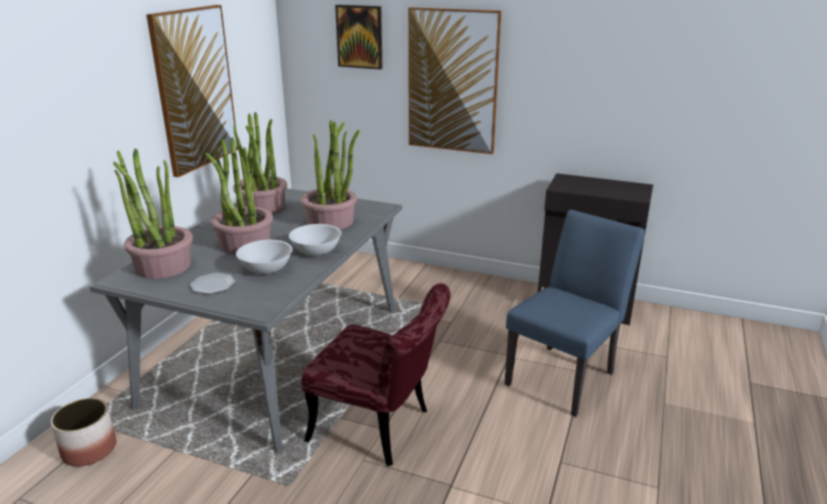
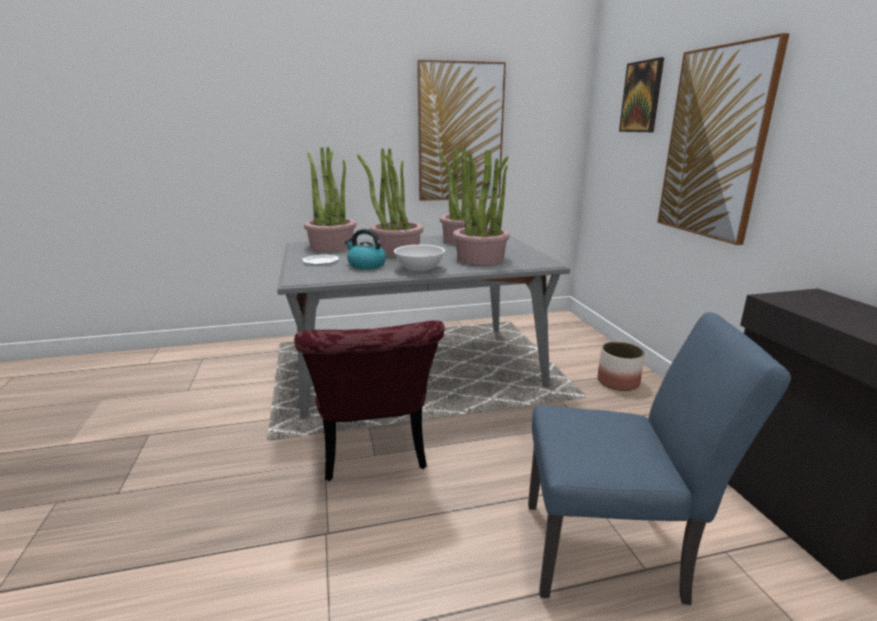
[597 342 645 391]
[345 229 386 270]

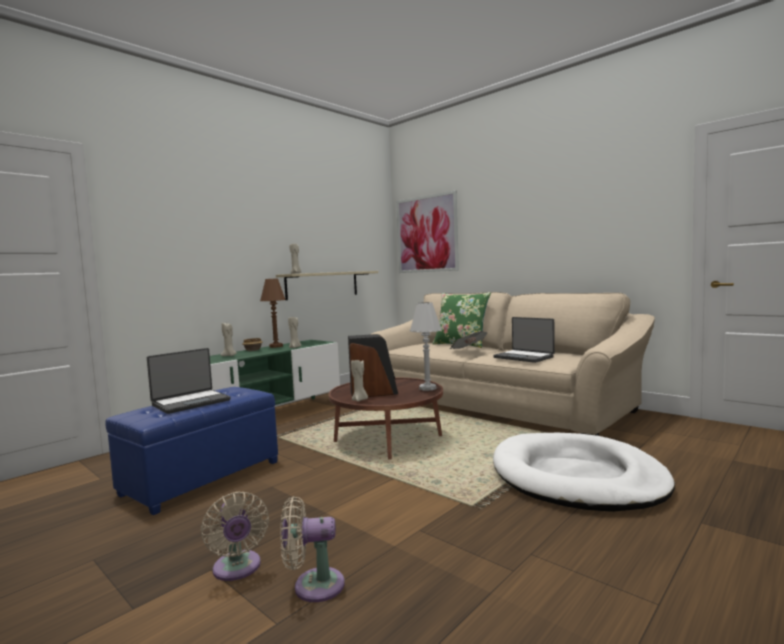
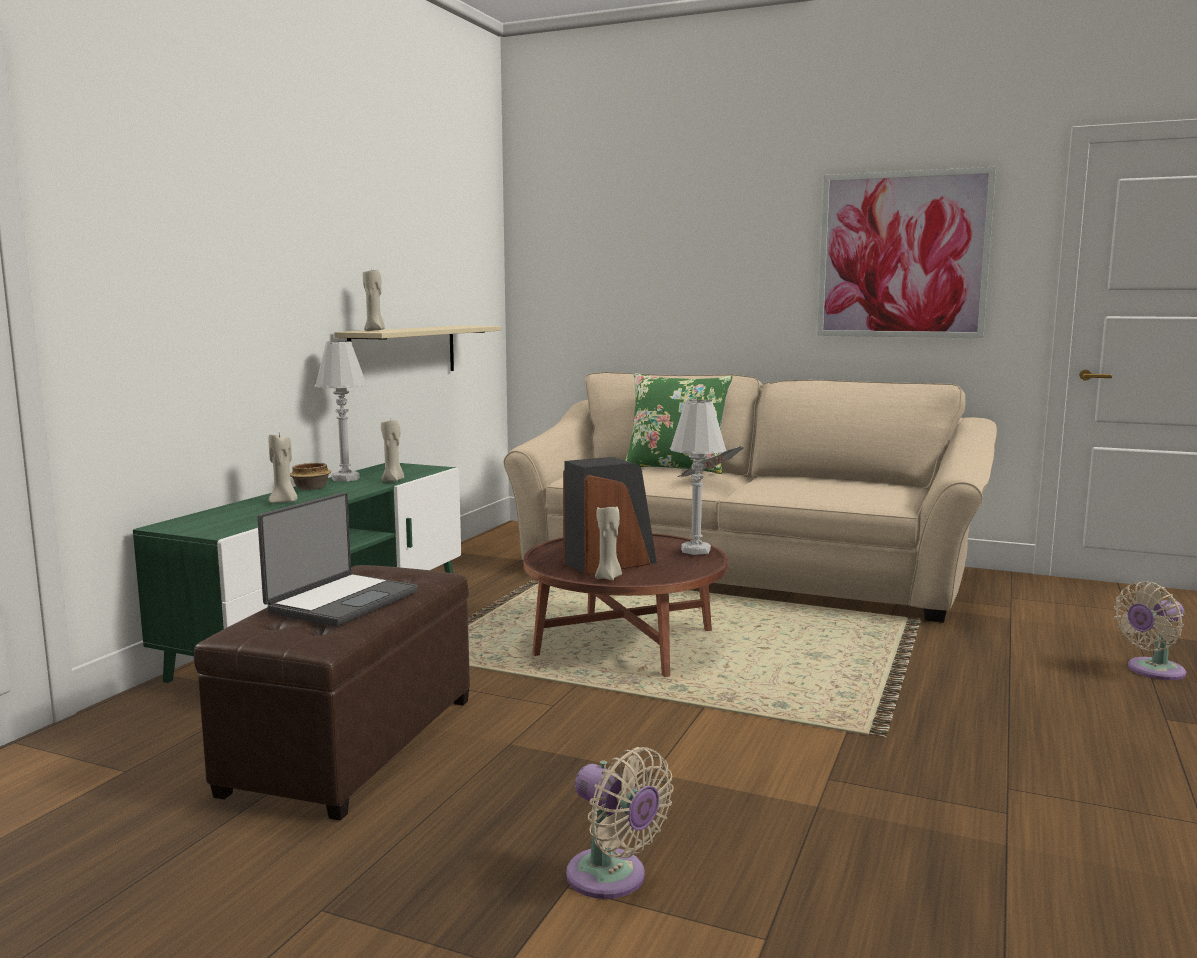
[194 565 470 821]
[315 341 367 481]
[1114 581 1186 680]
[817 167 996 338]
[493 317 555 363] (first image)
[493 433 675 512] (first image)

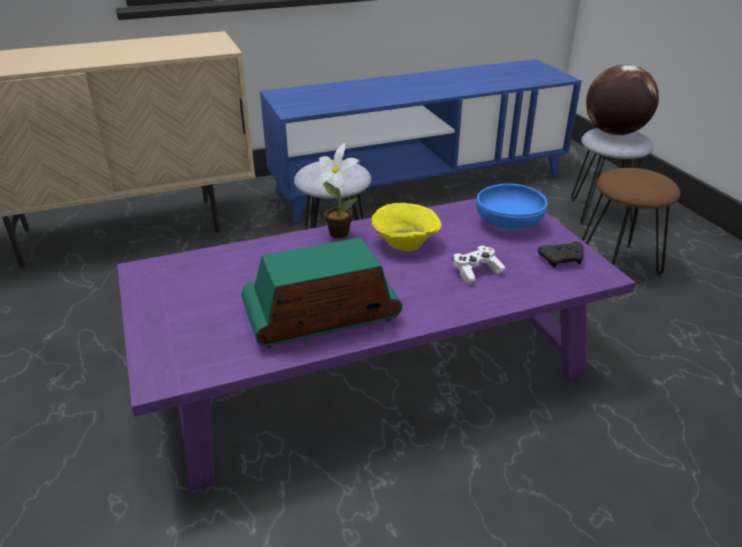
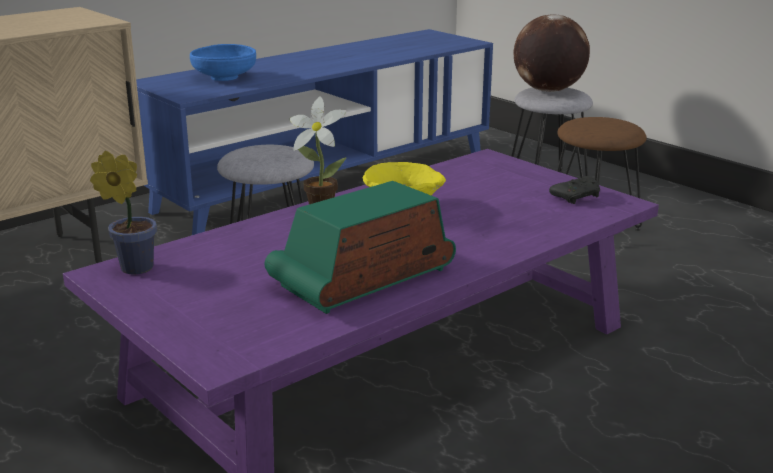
[452 246 505 284] (first image)
[190 44 256 81]
[90 151 157 274]

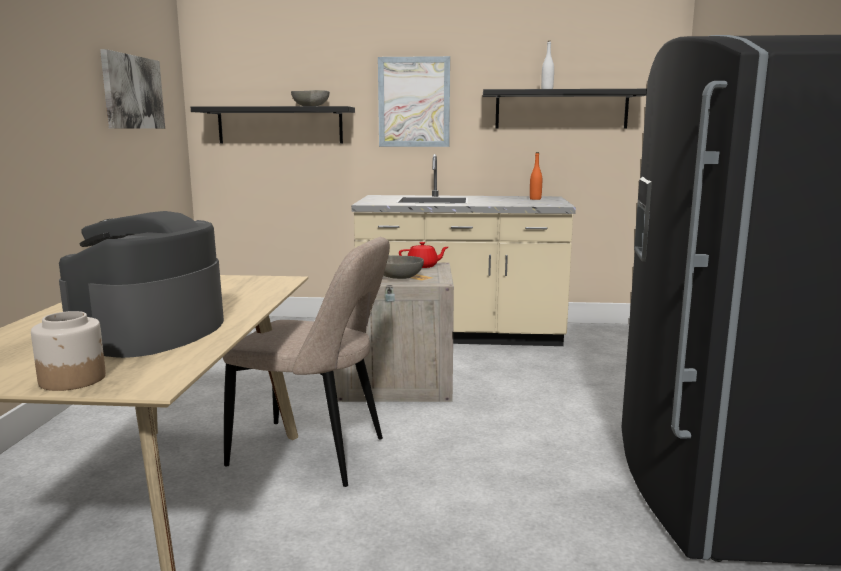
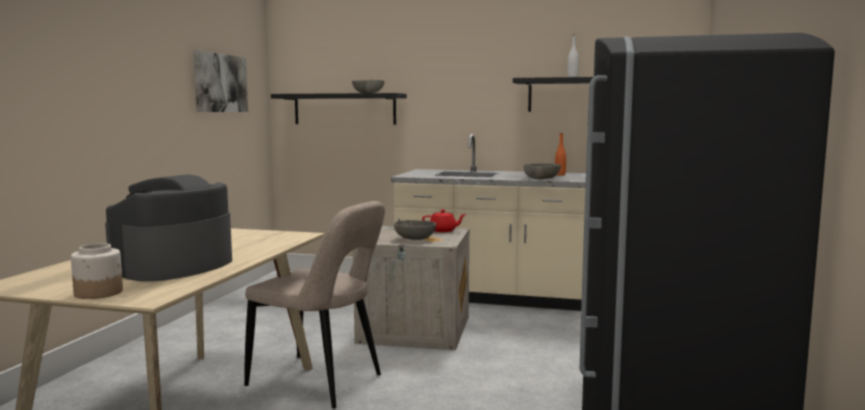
[378 56 450 147] (first image)
[523 163 561 179]

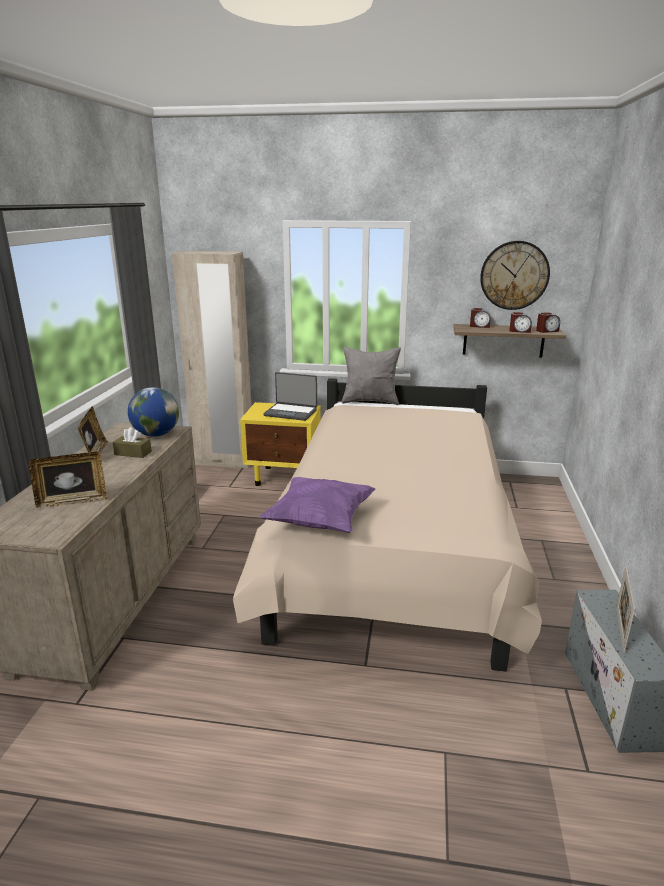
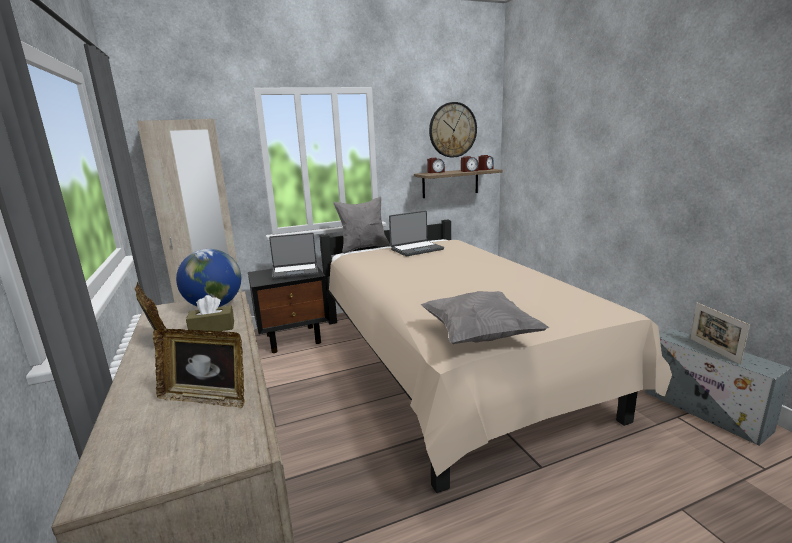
[153 329 245 408]
[248 266 330 353]
[421 291 549 344]
[389 211 444 256]

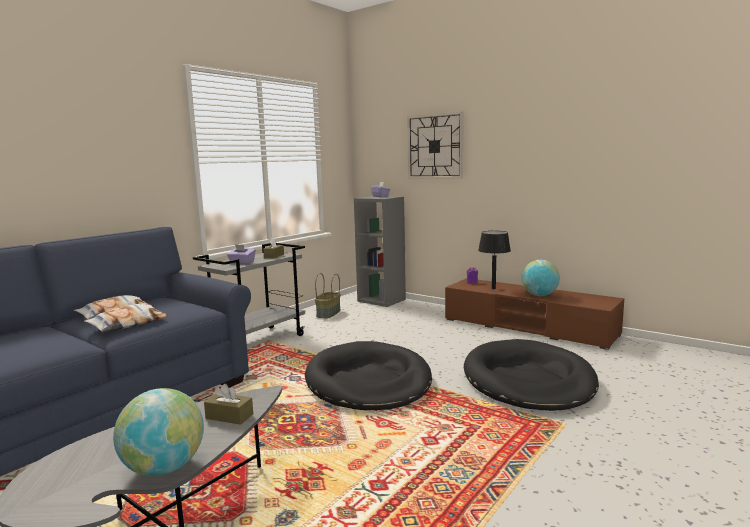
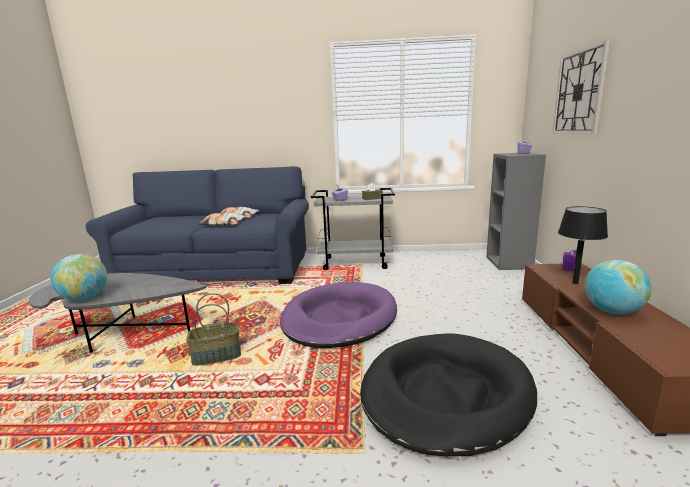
[204 384 253 425] (first image)
[280 282 397 348]
[186 293 241 366]

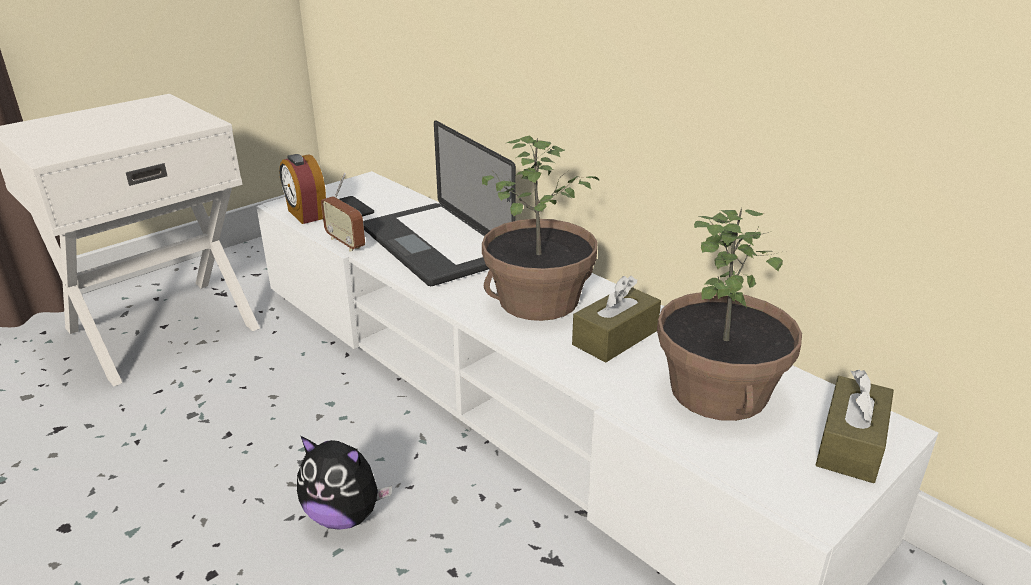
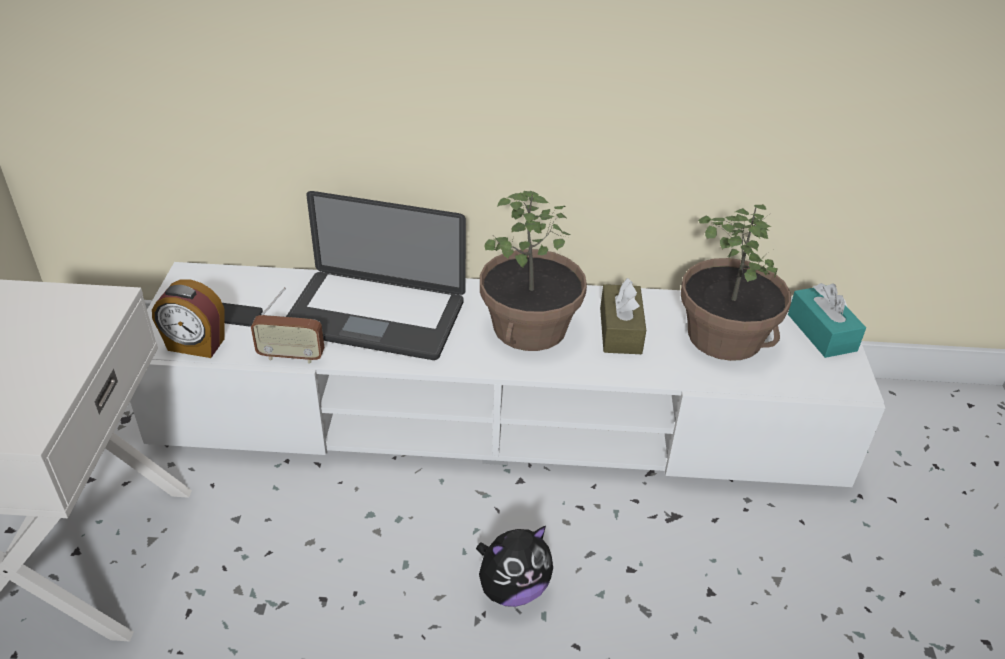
[788 283 866 358]

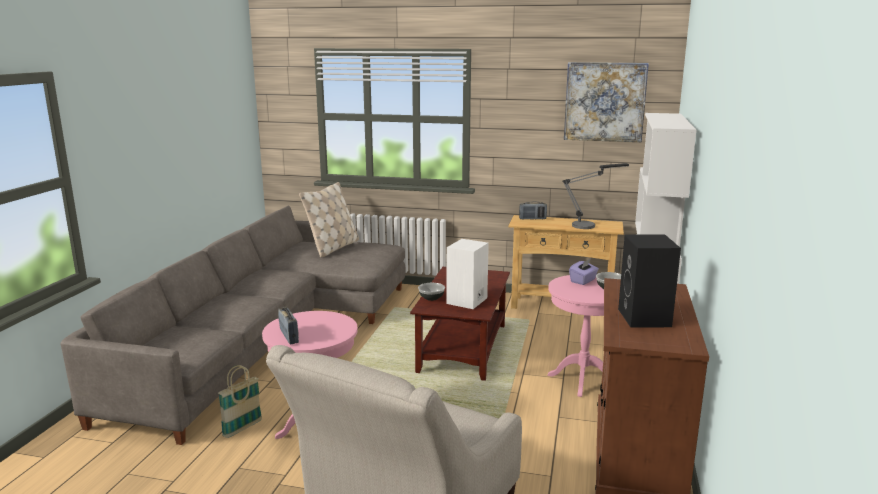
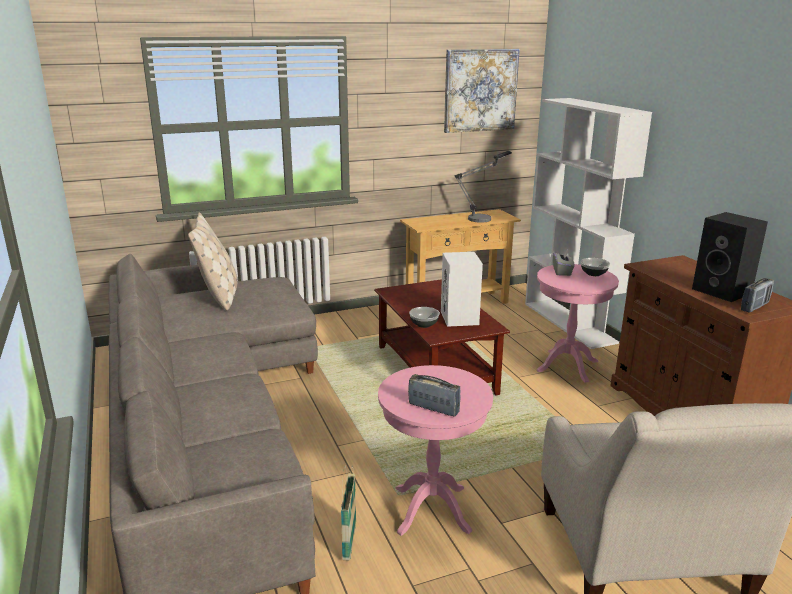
[741 278 774 313]
[553 250 575 276]

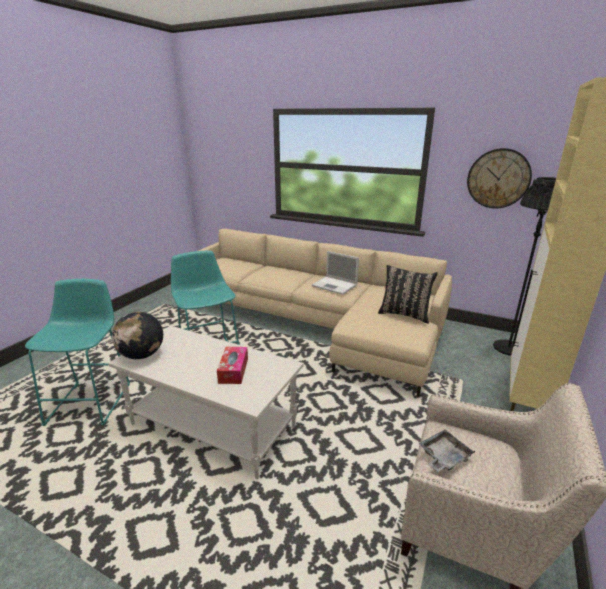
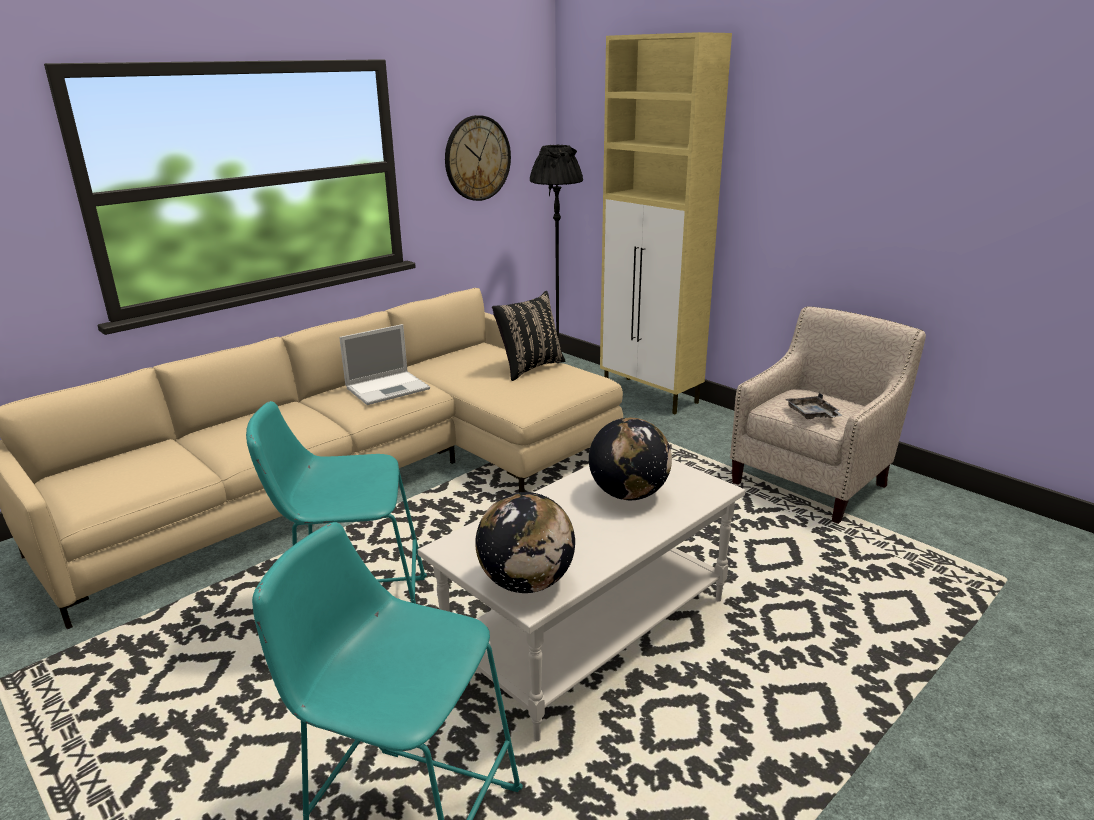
[589 418 672 500]

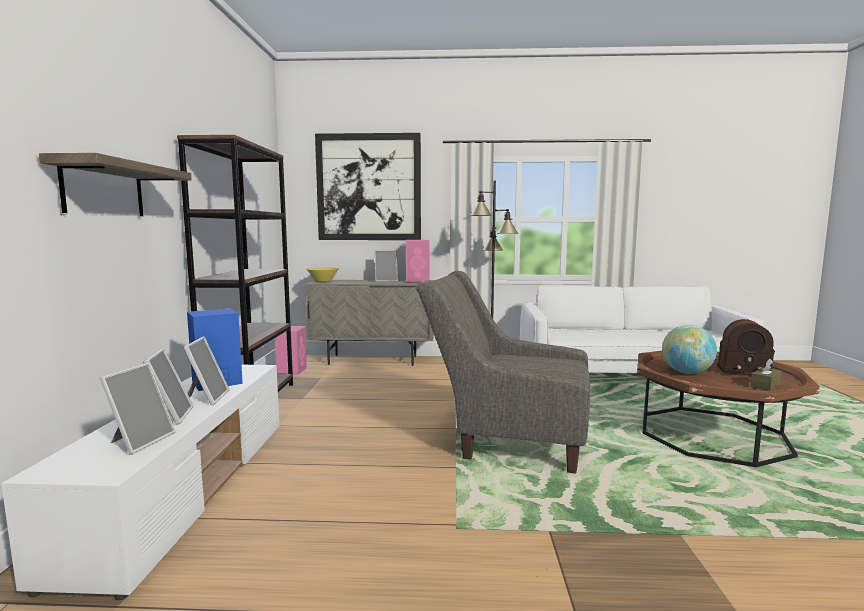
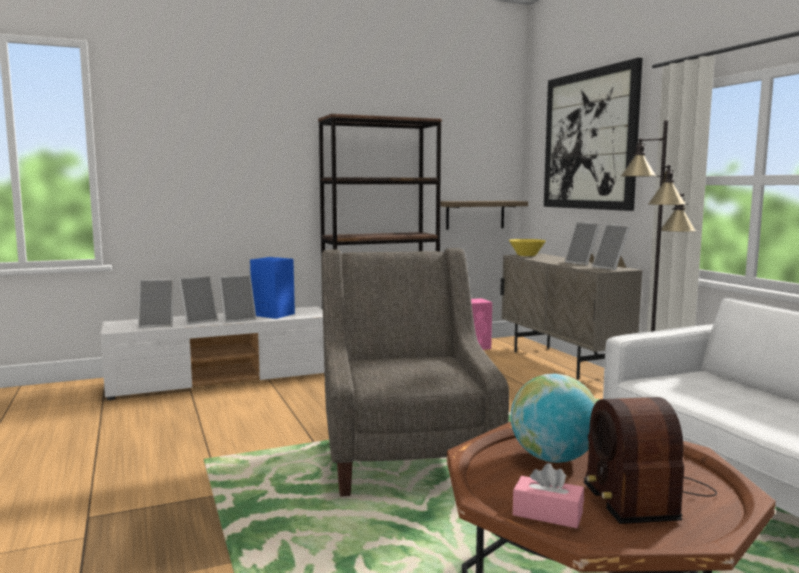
[440 201 528 230]
[592 224 630 270]
[513 463 584 528]

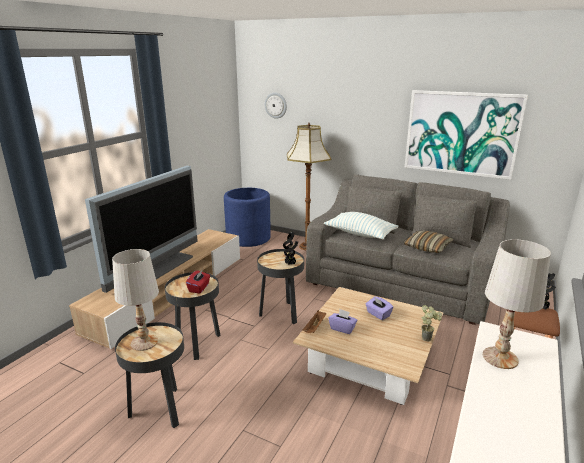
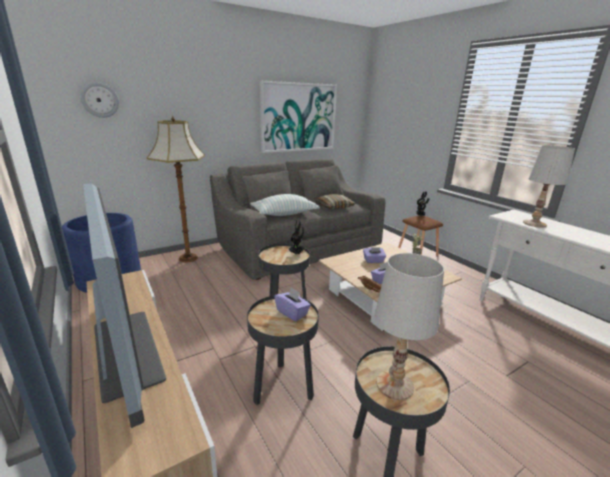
[274 288 311 321]

